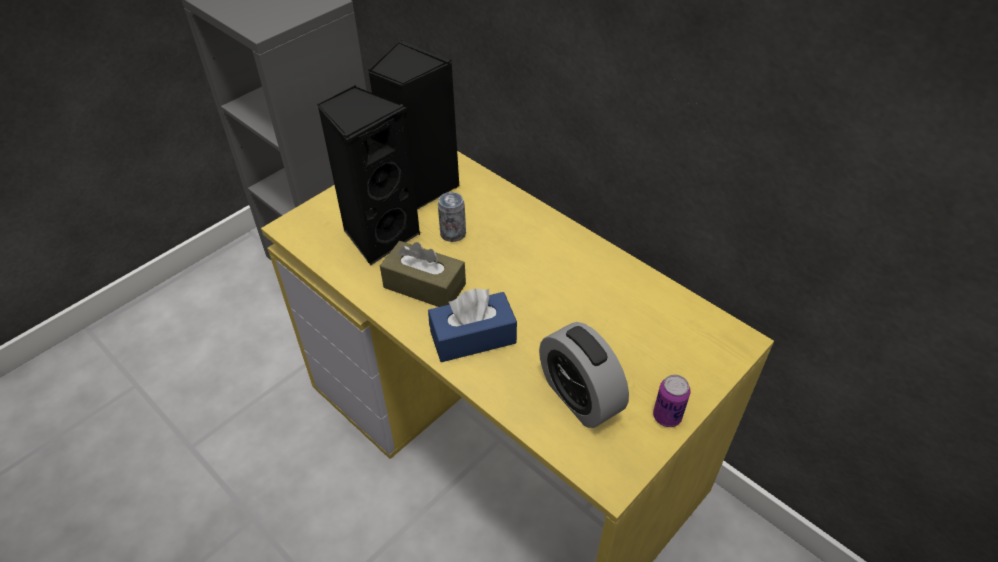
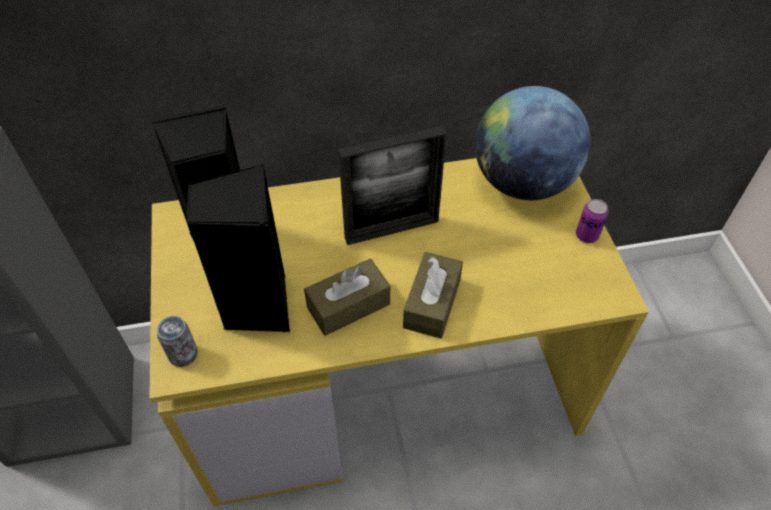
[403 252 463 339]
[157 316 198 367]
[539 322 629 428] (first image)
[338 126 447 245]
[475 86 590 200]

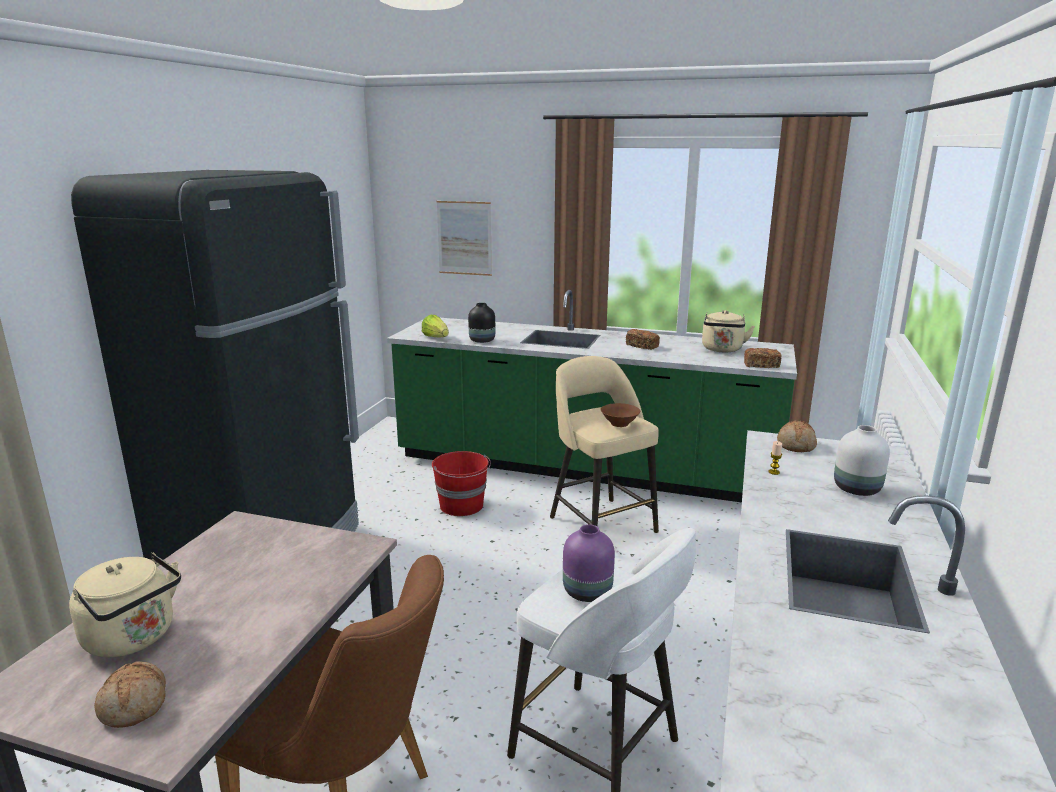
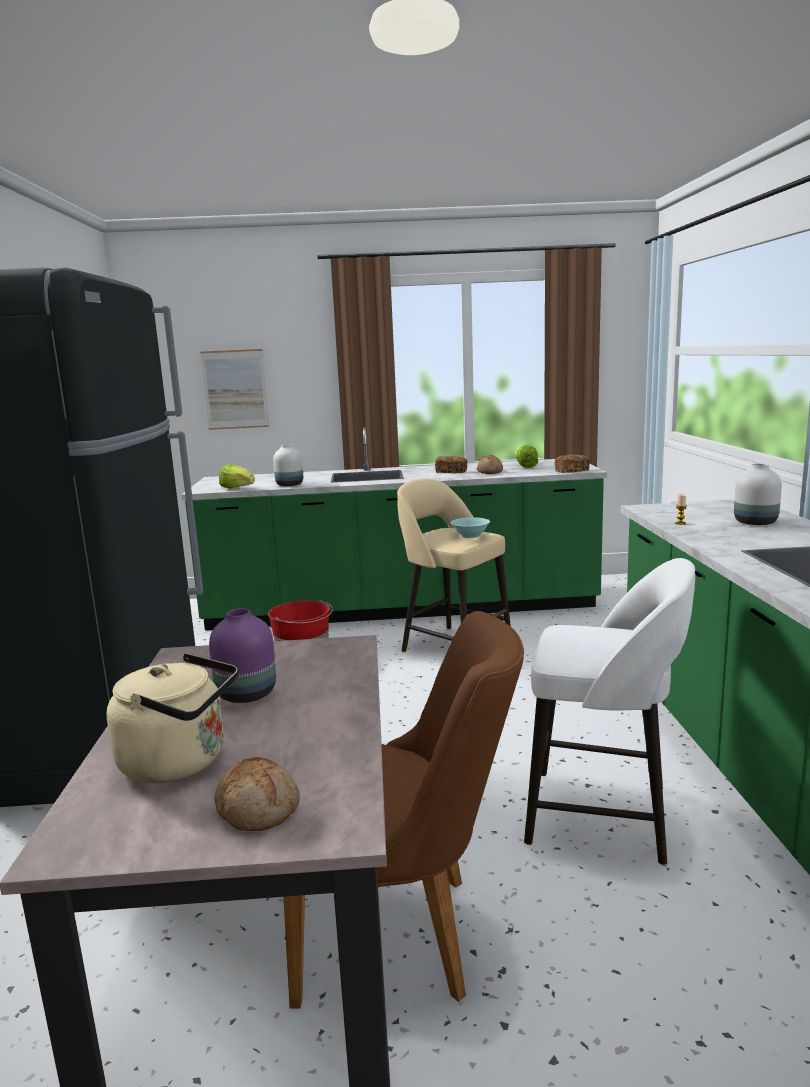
[273 444 303 486]
[209 608 276 703]
[451 517 490 538]
[515 445 538 468]
[477 455 503 474]

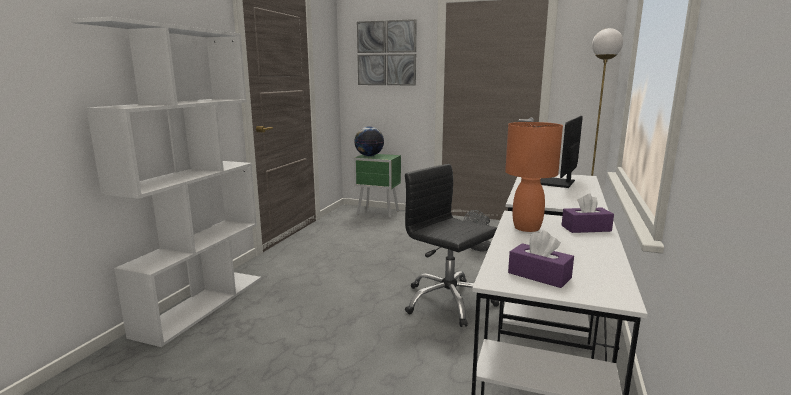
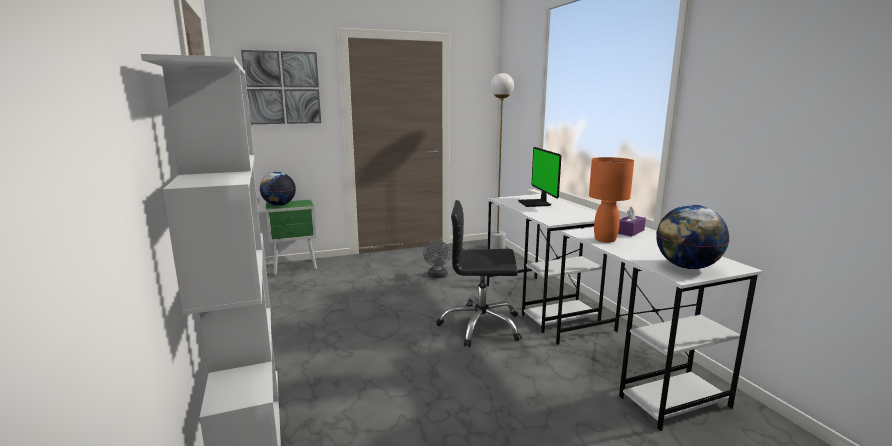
[656 205 729 269]

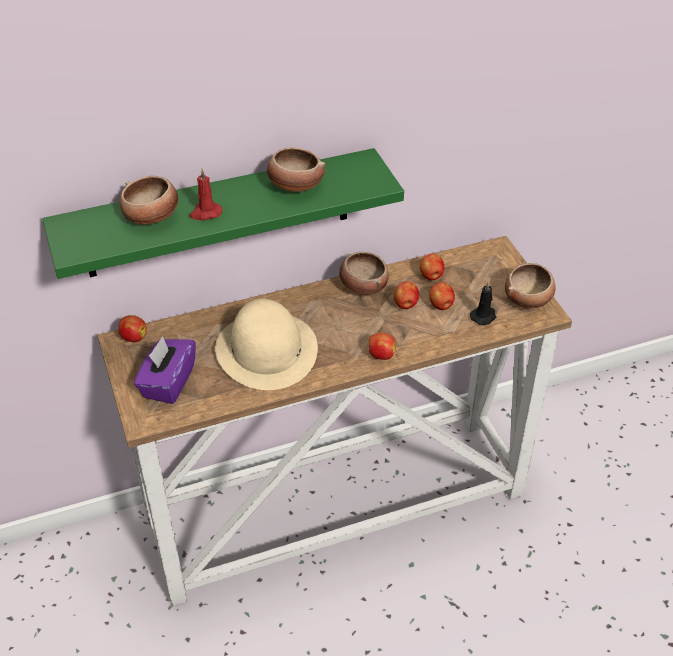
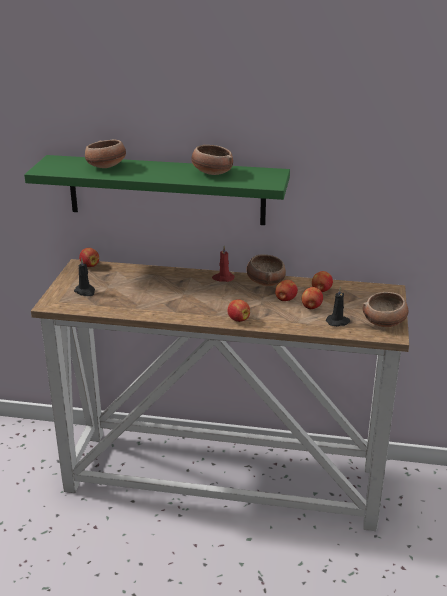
[74 257 95 296]
[212 246 235 282]
[215 299 318 390] (first image)

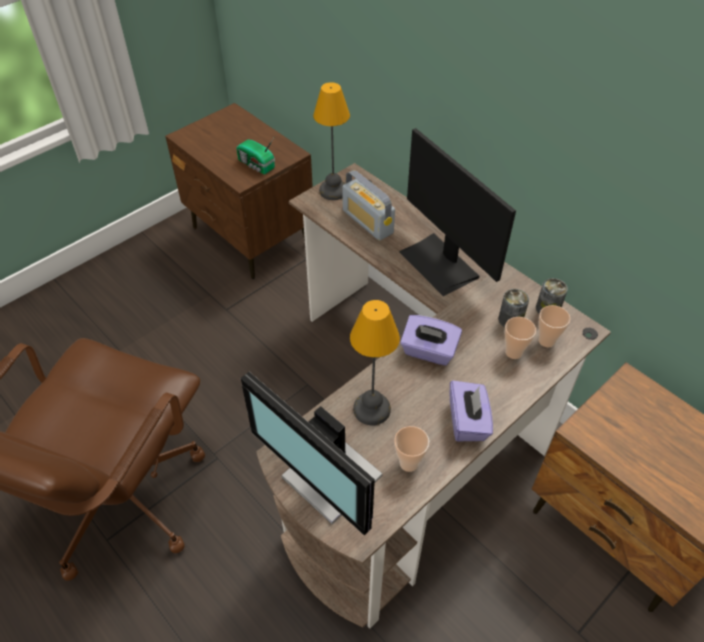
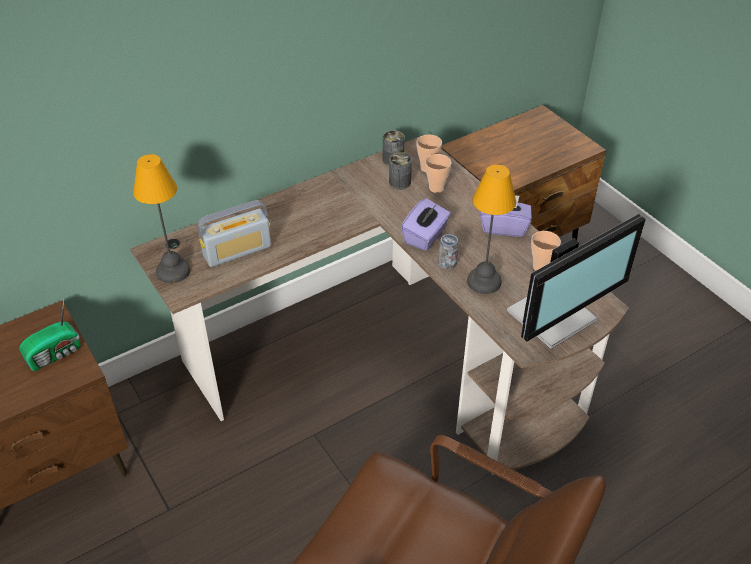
[399 128 516 296] (first image)
[438 234 459 269]

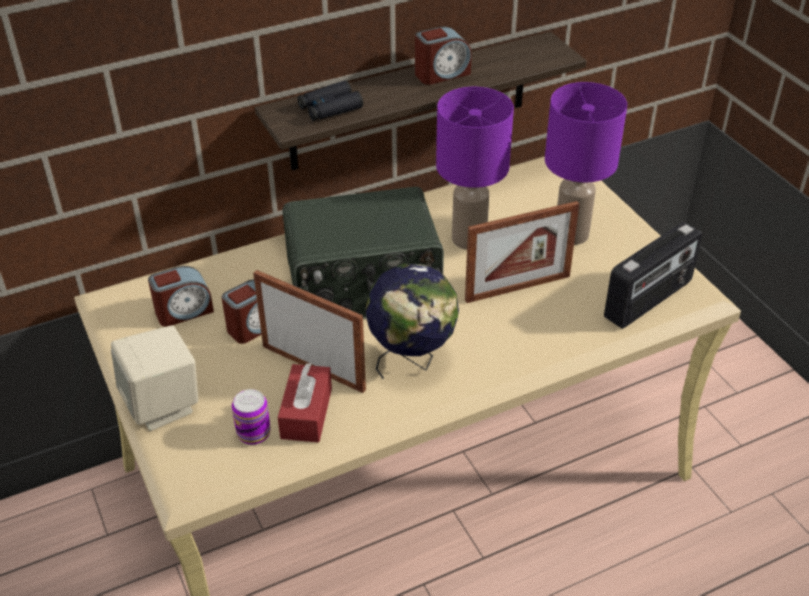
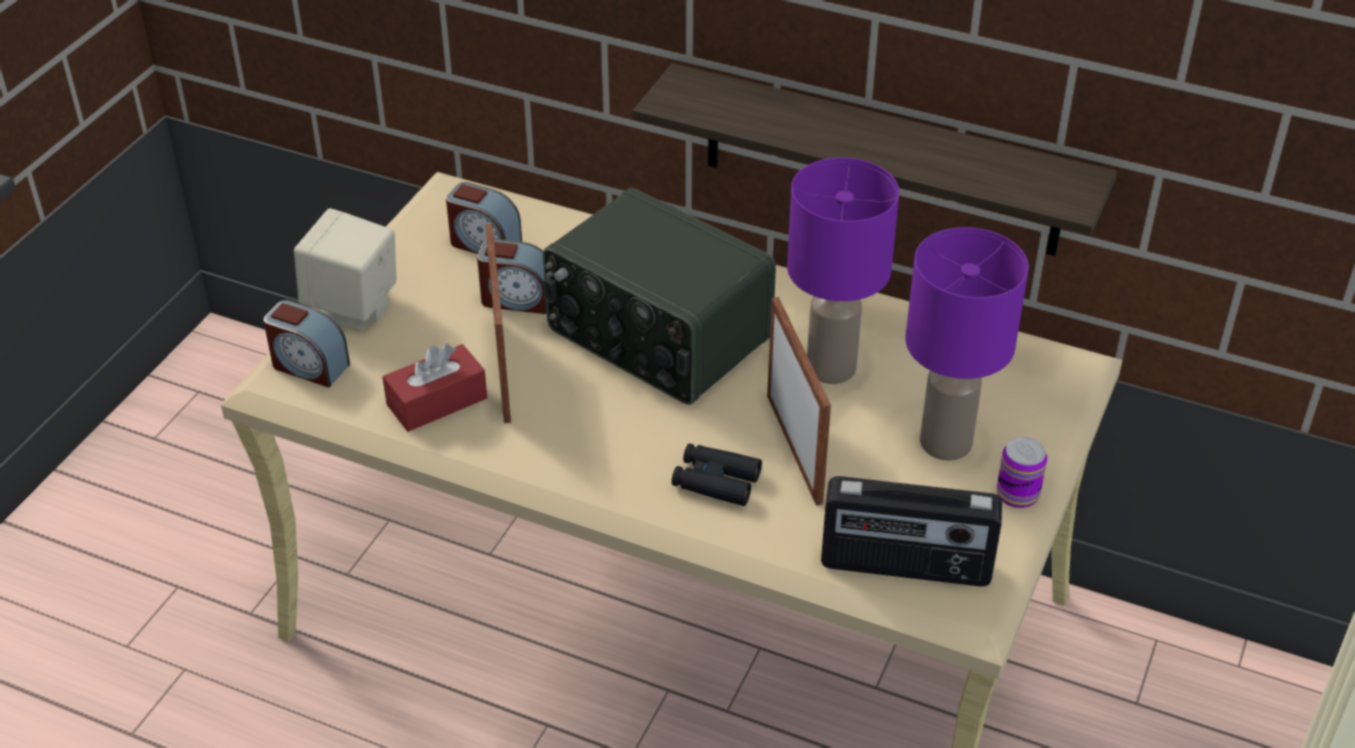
[997 437 1047 508]
[672 443 762 506]
[365 264 459 379] (first image)
[263 300 350 388]
[767 297 831 506]

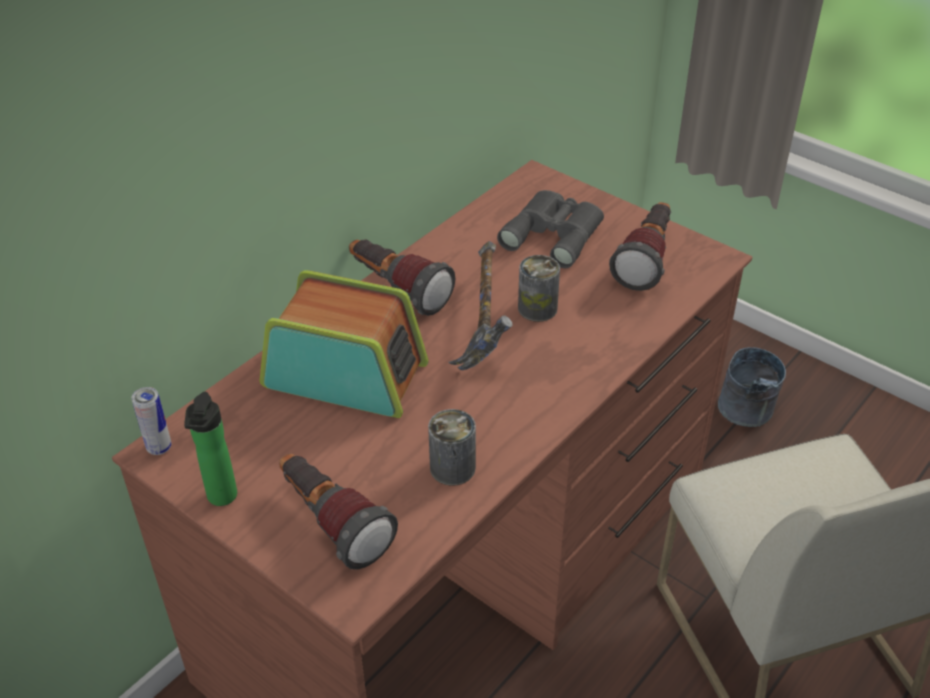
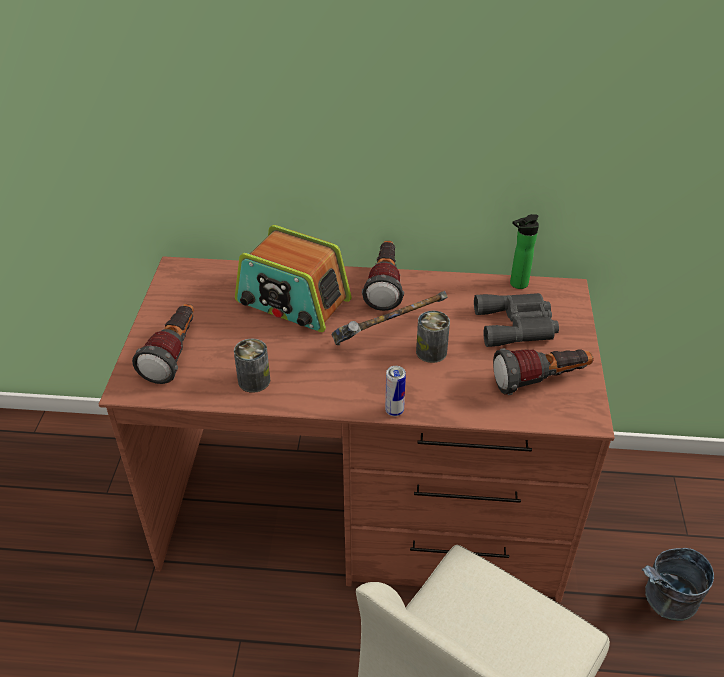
[385 366 406 416]
[510 214 539 289]
[235 225 352 332]

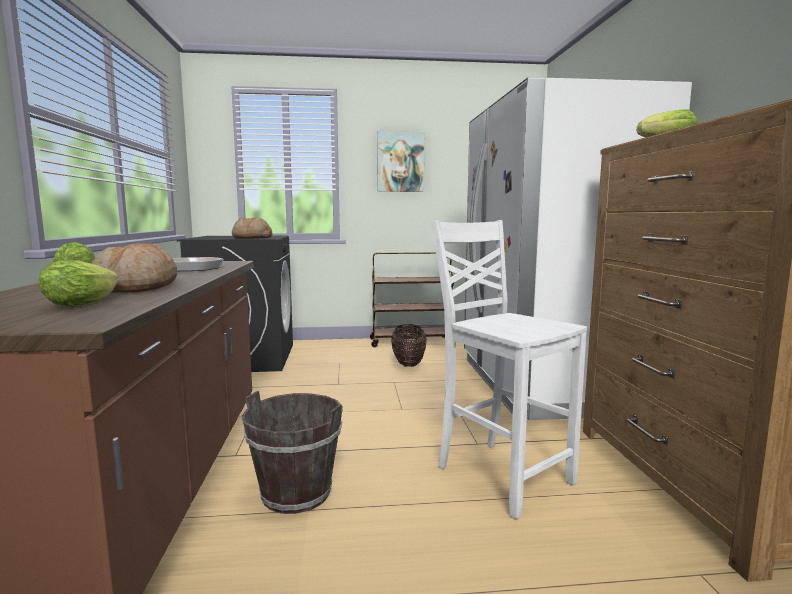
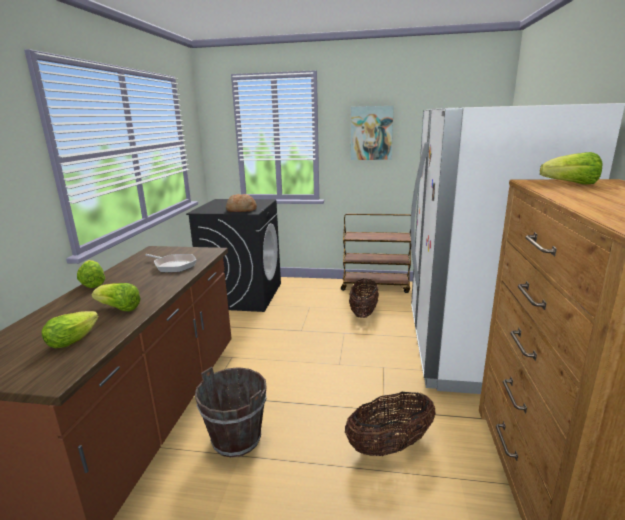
[91 283 141 311]
[345 392 436 456]

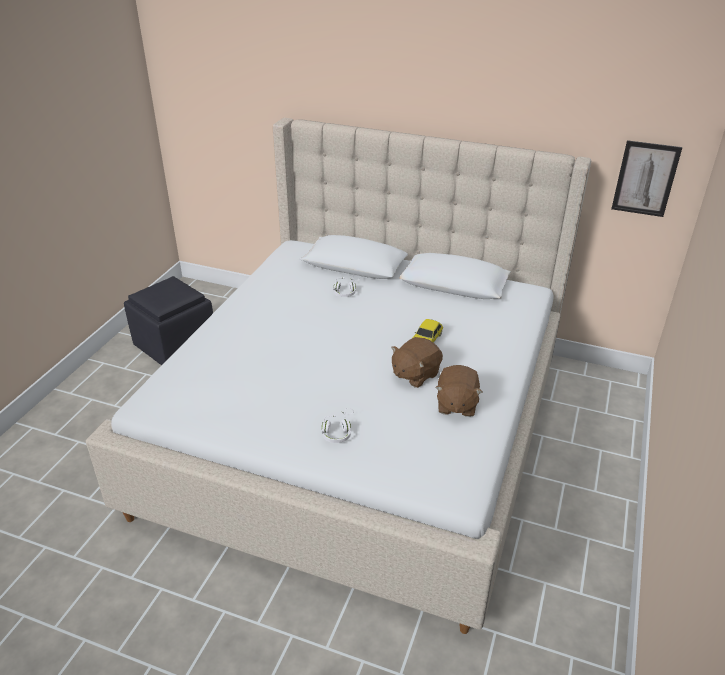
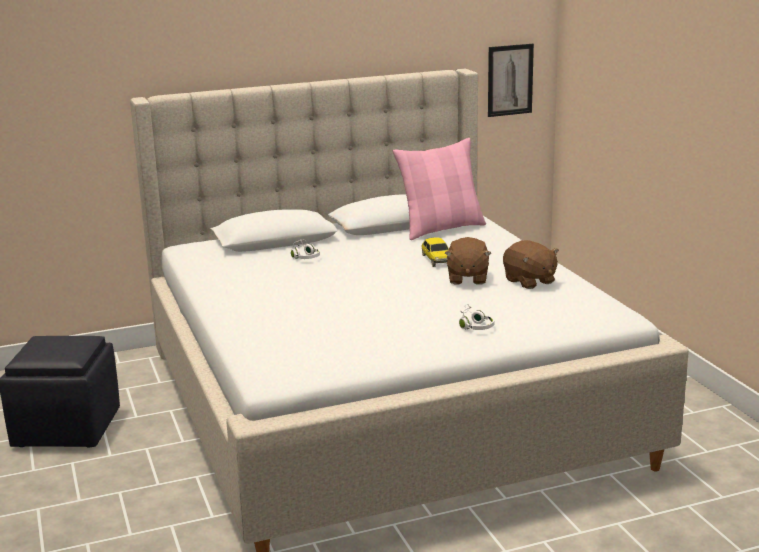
[393 138 486 240]

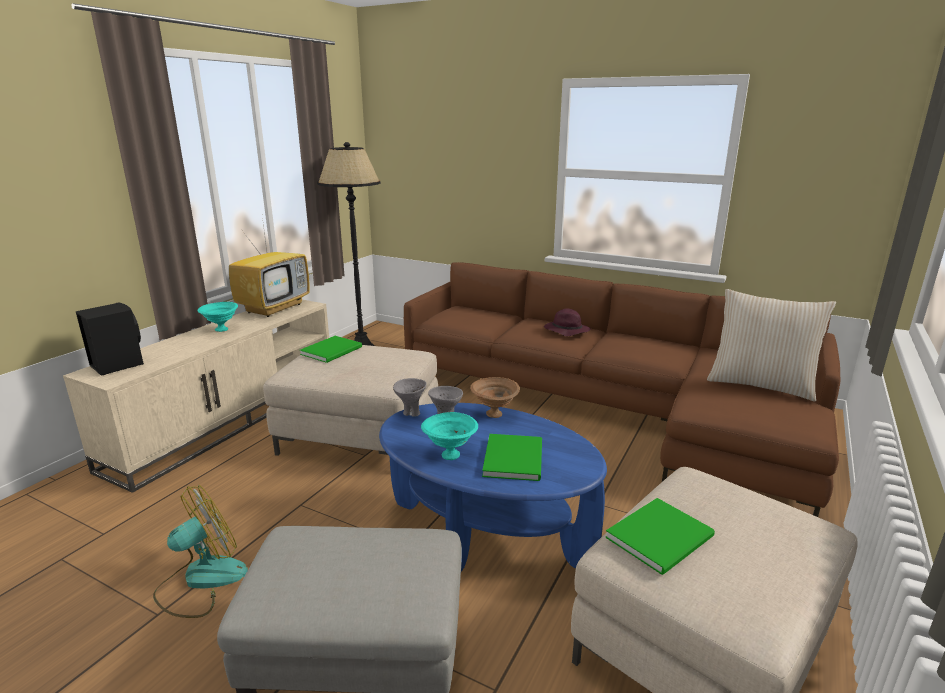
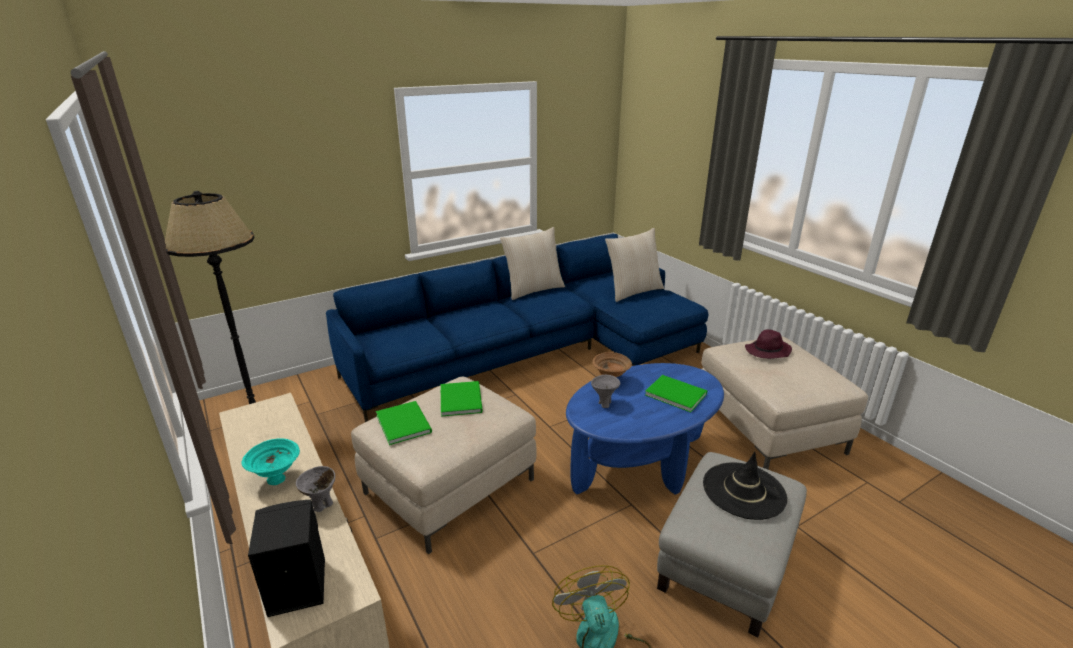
[229 217 310 317] (first image)
[296 466 335 512]
[326 234 708 422]
[421 412 478 460] (first image)
[745 329 792 359]
[441 381 483 417]
[500 227 565 300]
[703 452 787 520]

